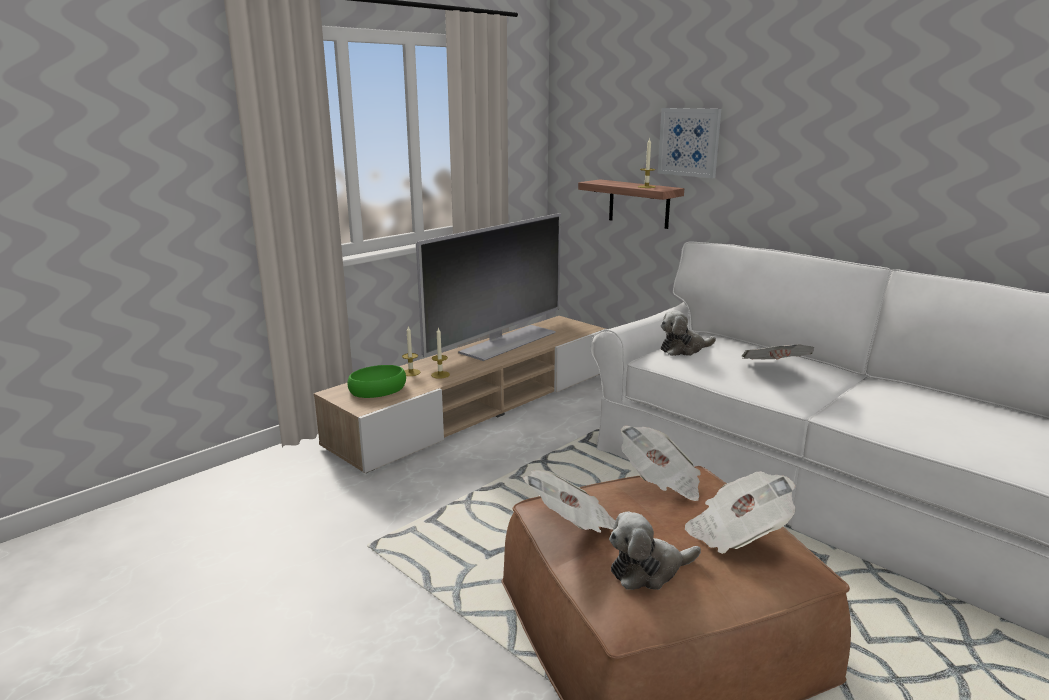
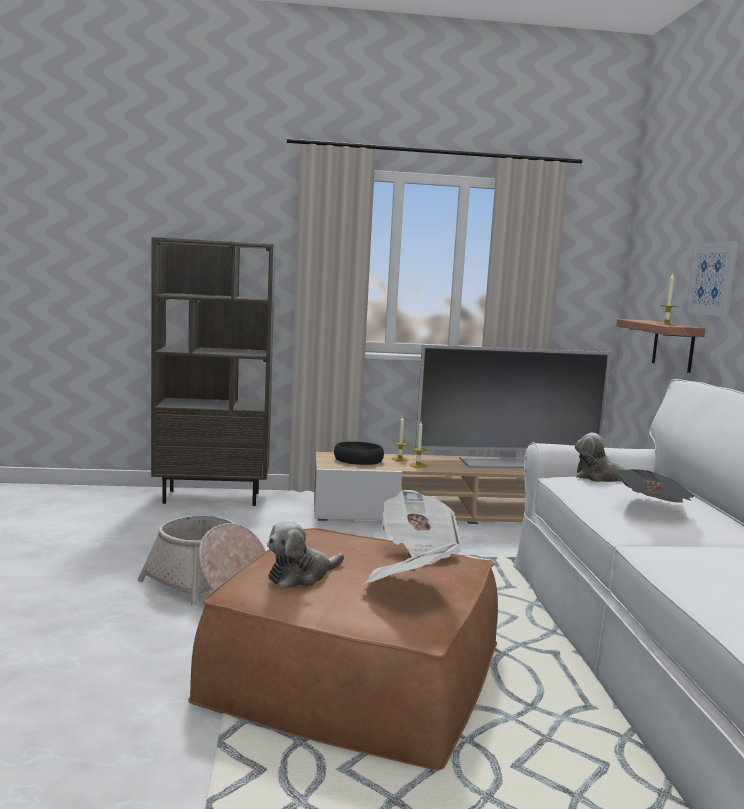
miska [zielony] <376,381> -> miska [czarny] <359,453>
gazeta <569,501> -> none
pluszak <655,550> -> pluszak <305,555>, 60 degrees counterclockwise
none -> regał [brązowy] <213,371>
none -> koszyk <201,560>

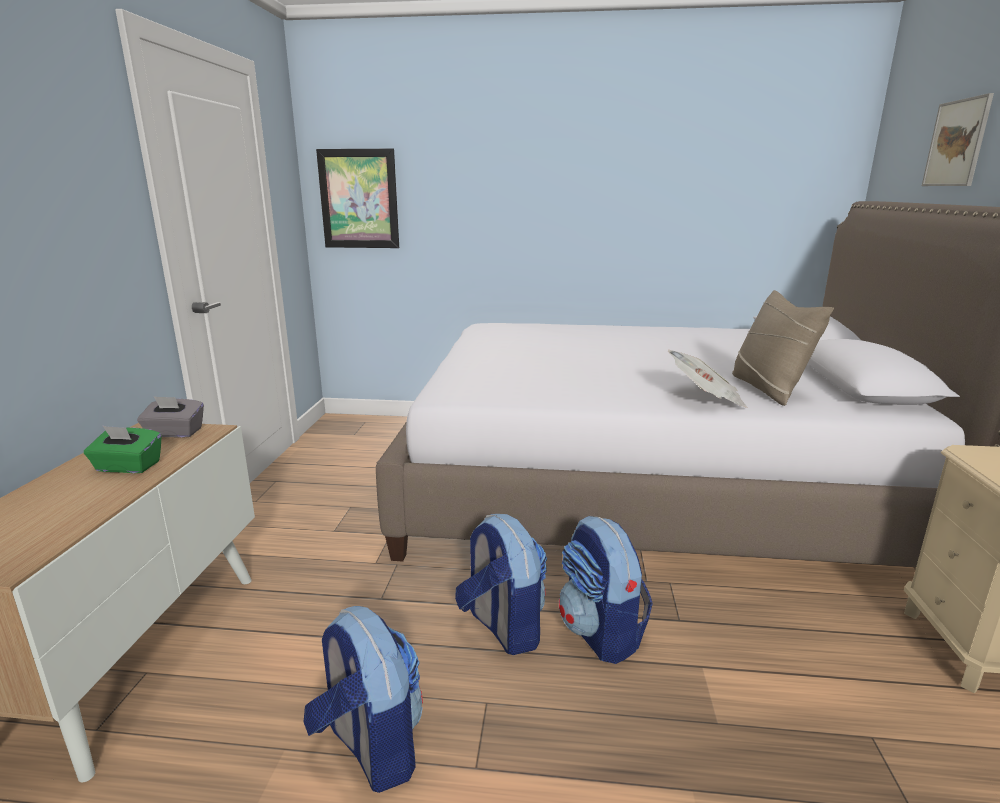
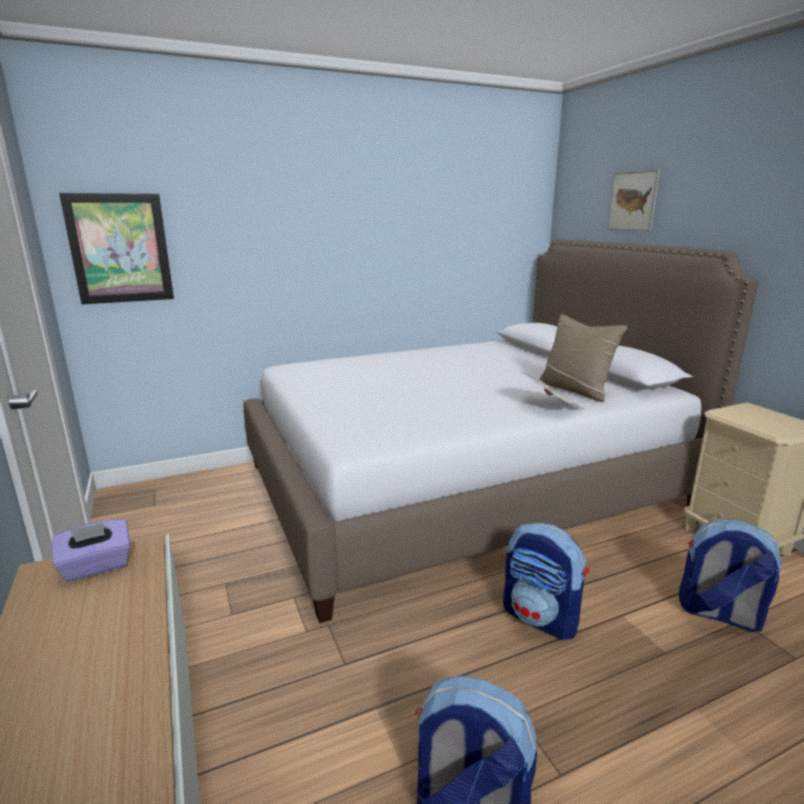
pudełko chusteczek [szary] <170,417> -> pudełko chusteczek [fioletowy] <91,550>
pudełko chusteczek [zielony] <123,449> -> none
plecak <501,584> -> plecak <730,575>, moved

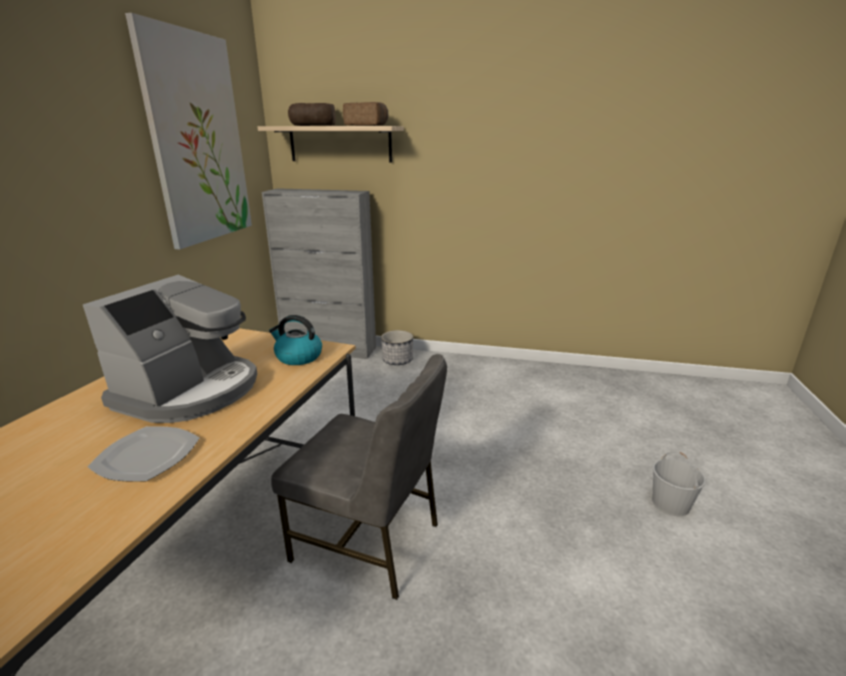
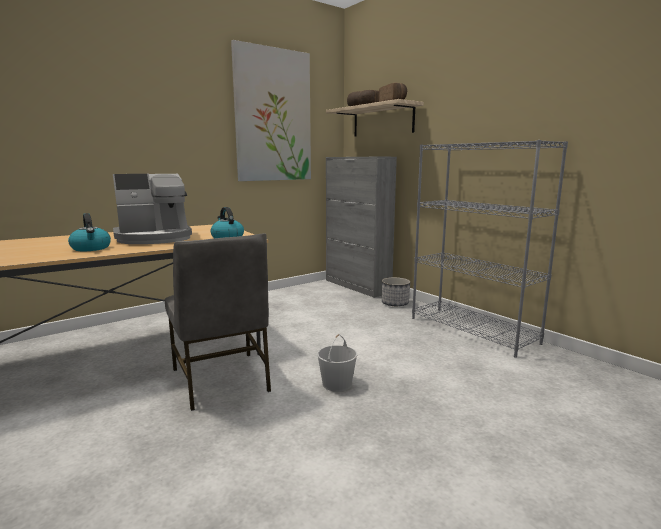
talerz <143,454> -> czajnik <89,232>
wiadro [biały] <679,484> -> wiadro [biały] <337,363>, moved
none -> regał [szary] <490,249>

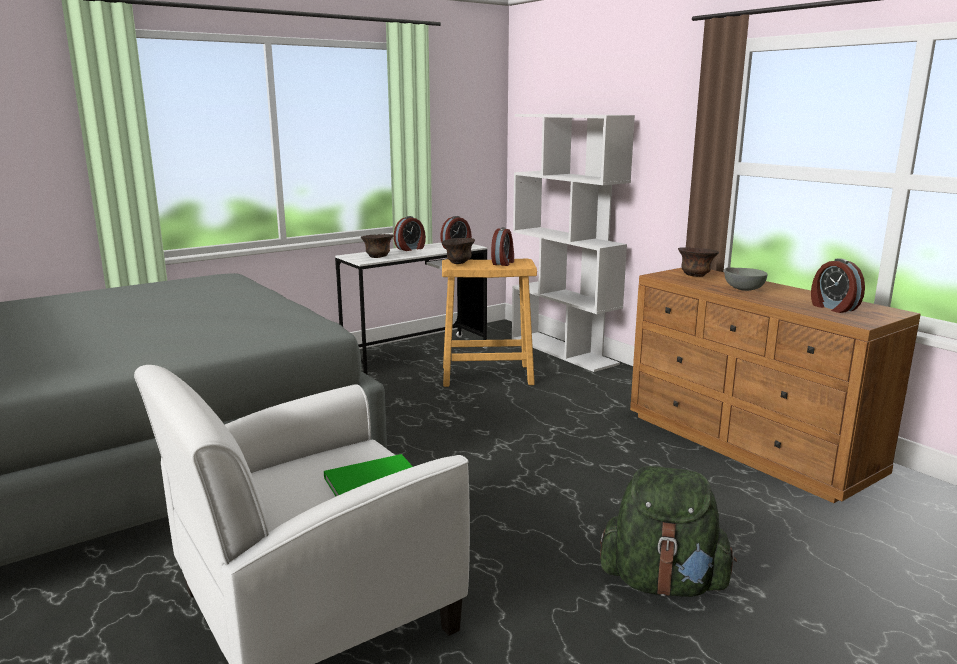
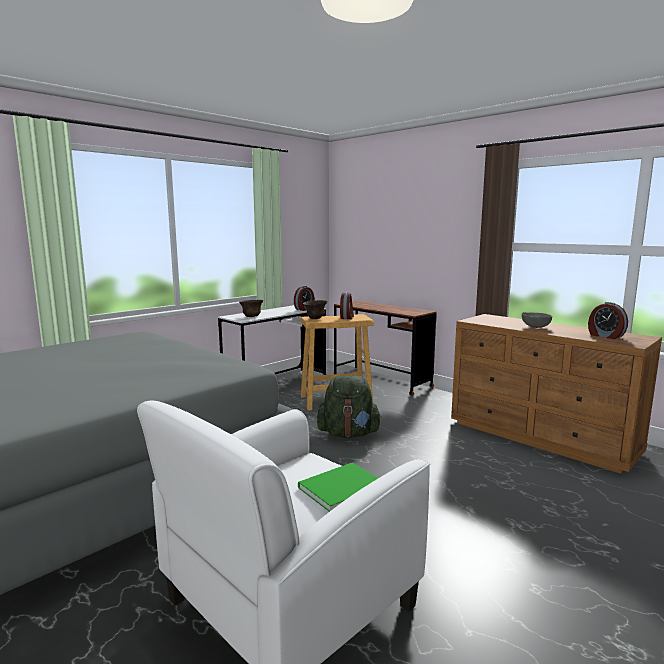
regał [biały] <573,243> -> biurko [brązowy] <385,348>
budzik <410,233> -> none
miska [brązowy] <698,262> -> none
plecak [zielony] <668,531> -> plecak [zielony] <349,407>, moved

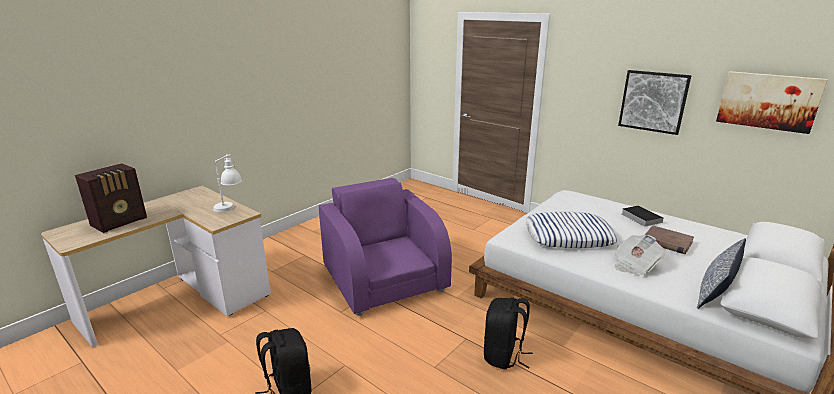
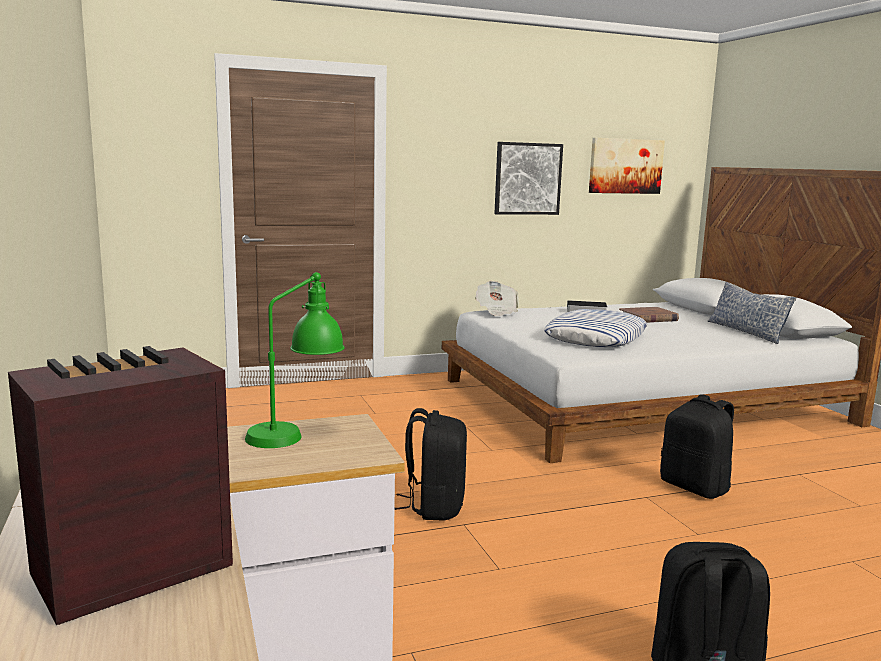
lampa stołowa [biały] <227,183> -> lampa stołowa [zielony] <295,360>
radio <111,198> -> radio <120,485>, 105 degrees counterclockwise
fotel [fioletowy] <385,247> -> plecak [czarny] <430,464>
gazeta <639,255> -> gazeta <497,298>, moved

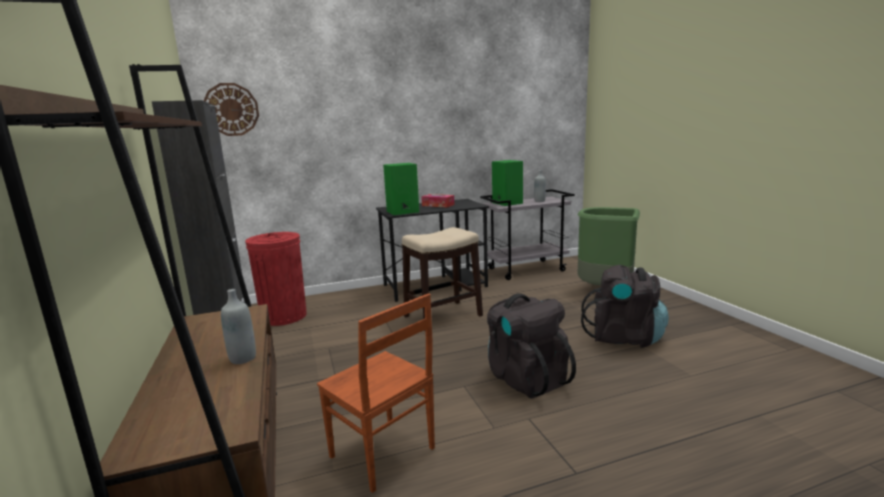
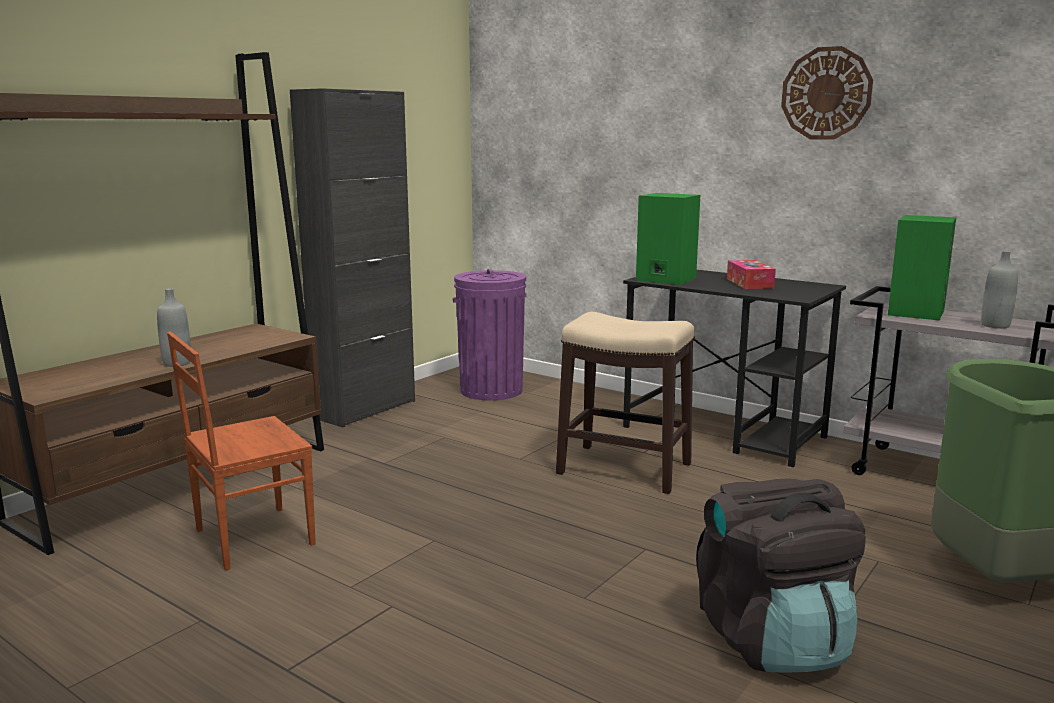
zegar ścienny <231,109> -> zegar ścienny <827,93>, moved
kosz na śmieci [czerwony] <276,279> -> kosz na śmieci [fioletowy] <490,335>
krzesło [brązowy] <376,393> -> krzesło [brązowy] <241,451>, 45 degrees clockwise
plecak [czarny] <531,345> -> none

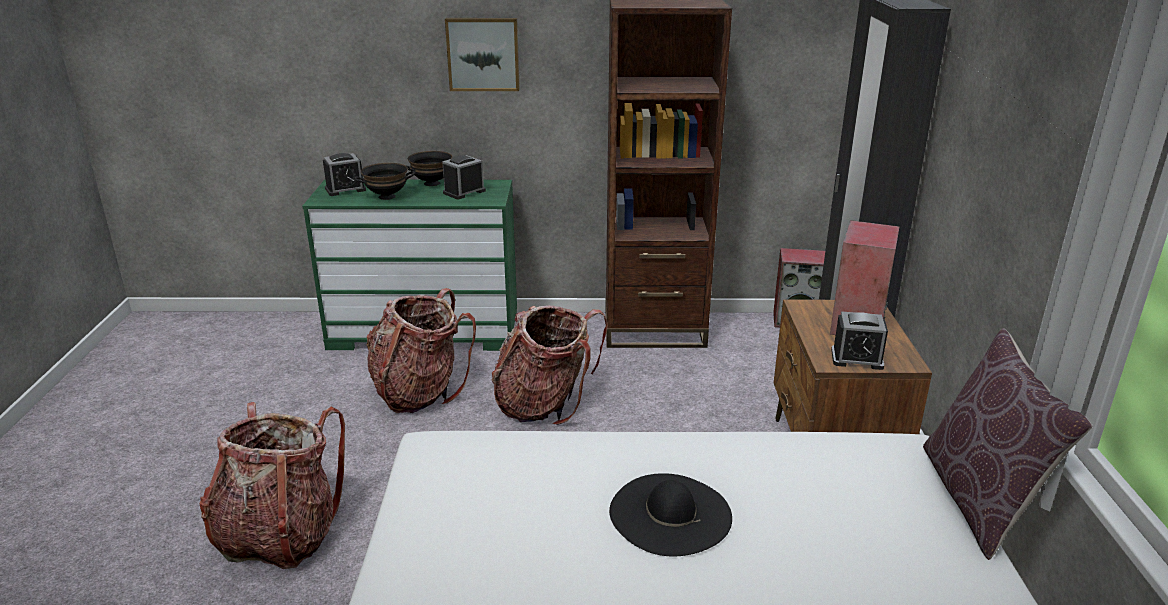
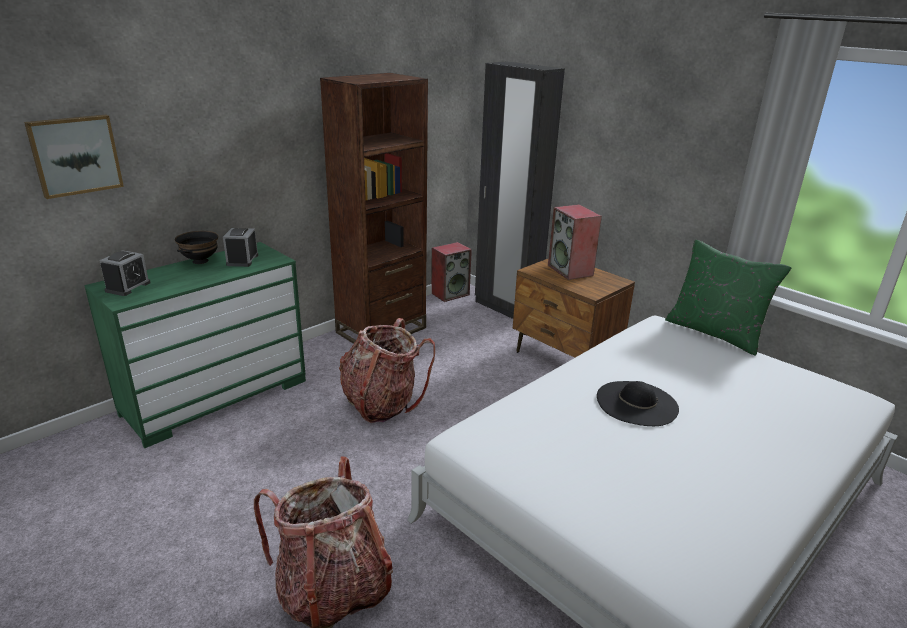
obraz <482,54> -> obraz <74,157>, moved
miska [czarny] <384,181> -> none
plecak <421,350> -> none
budzik <859,340> -> none
poduszka [brązowy] <1007,444> -> poduszka [zielony] <728,298>

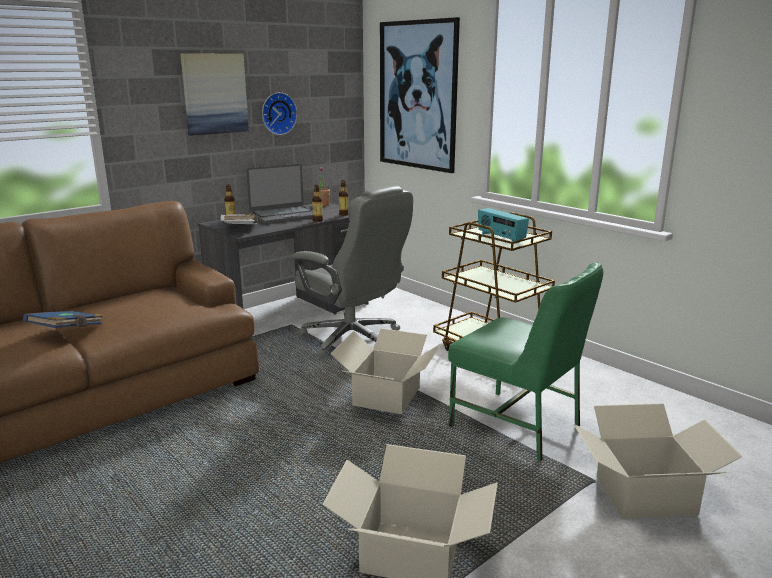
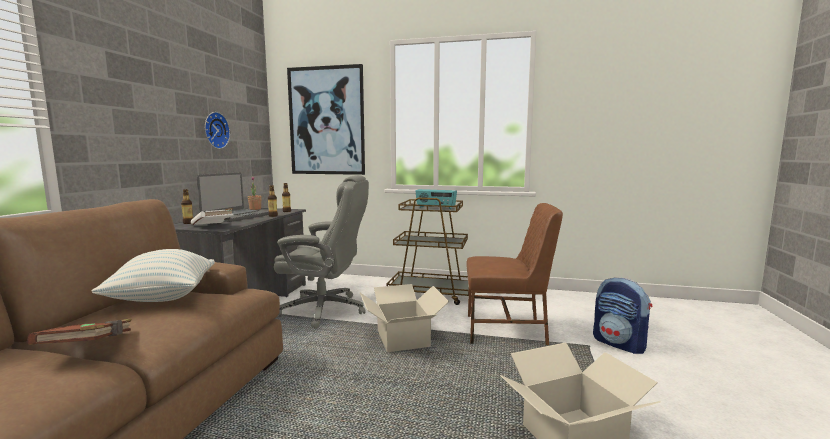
obraz <214,94> -> none
krzesło [zielony] <525,361> -> krzesło [brązowy] <514,274>
książka [niebieski] <63,319> -> książka [brązowy] <79,332>
karton <658,461> -> plecak <622,315>
none -> poduszka <153,275>

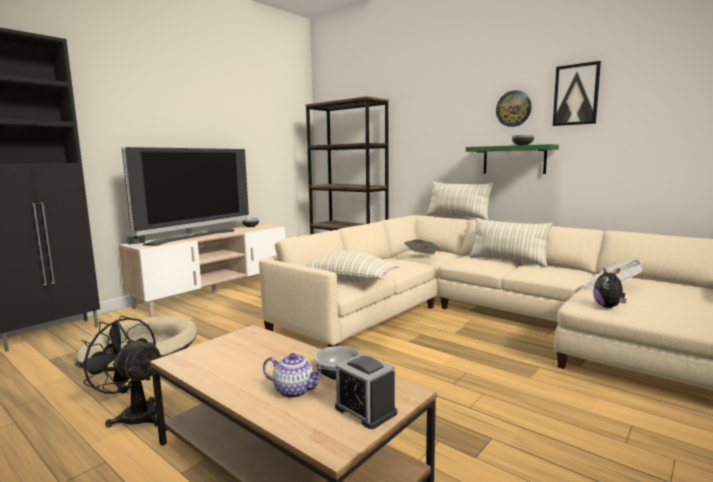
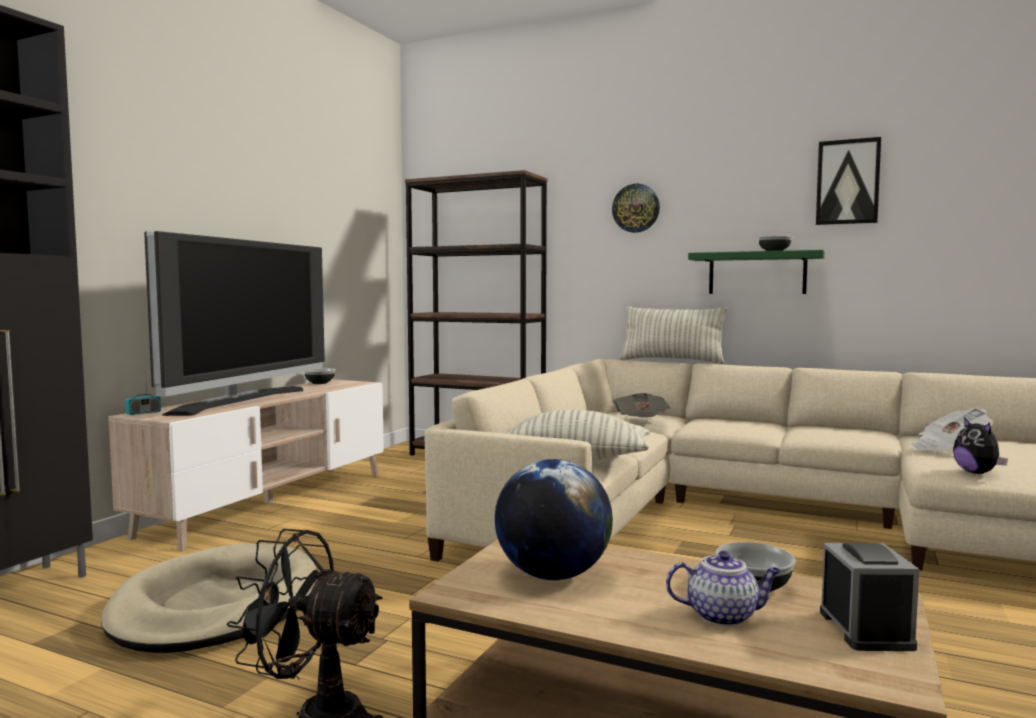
zegar ścienny <514,108> -> zegar ścienny <636,208>, moved
poduszka <511,242> -> none
budzik <366,391> -> budzik <869,597>, 120 degrees counterclockwise
none -> globus <554,519>

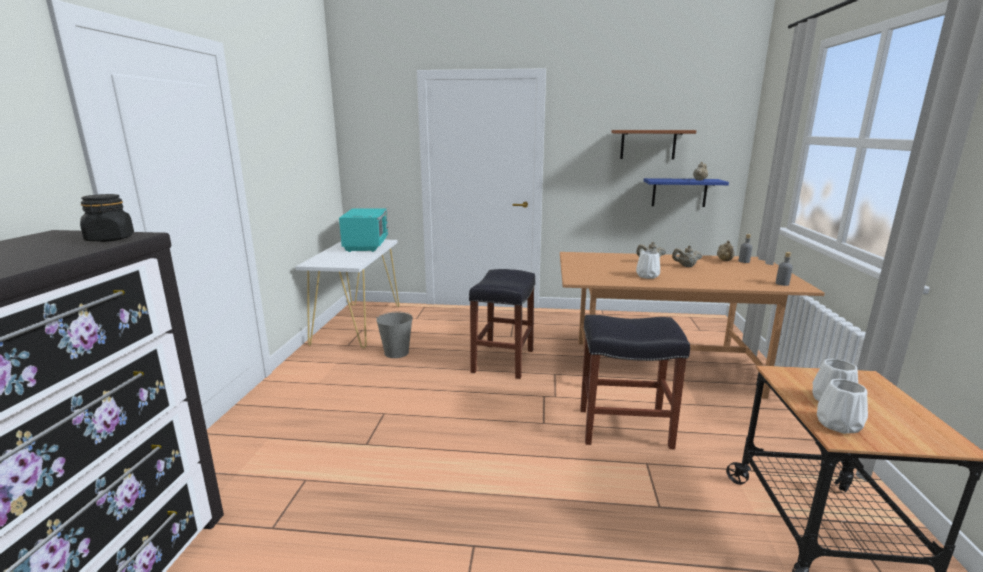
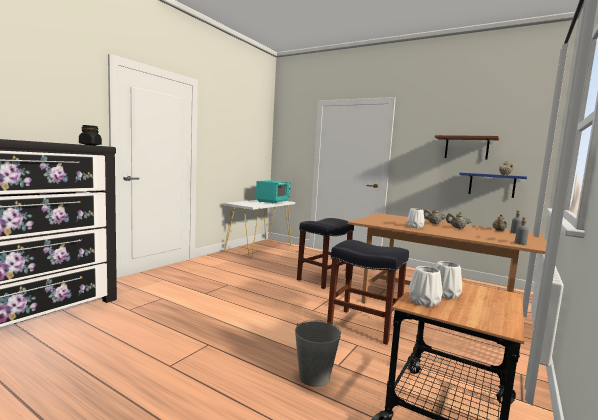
wiadro [szary] <394,335> -> wiadro [szary] <318,353>, moved

